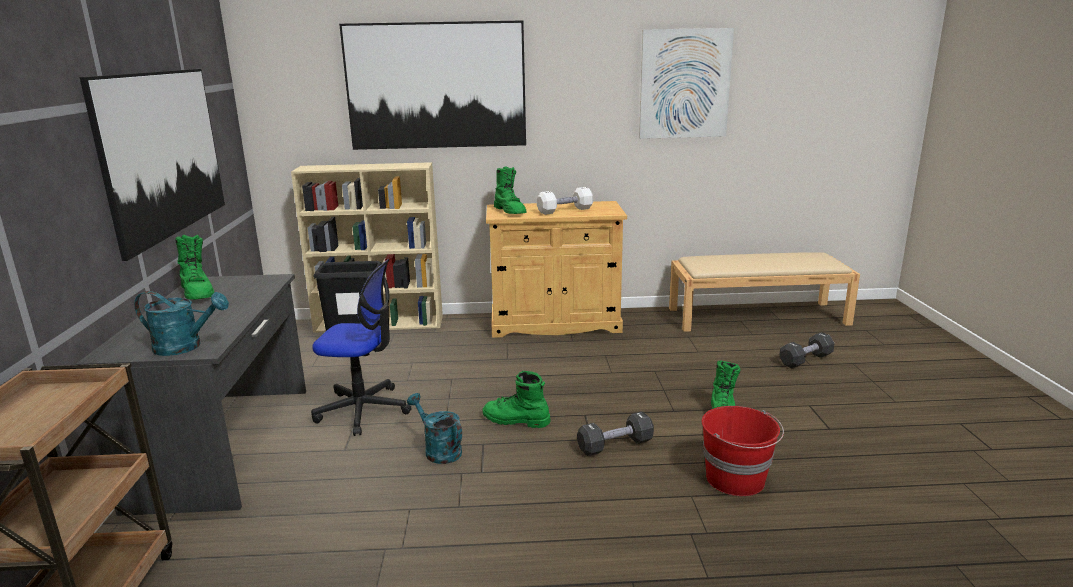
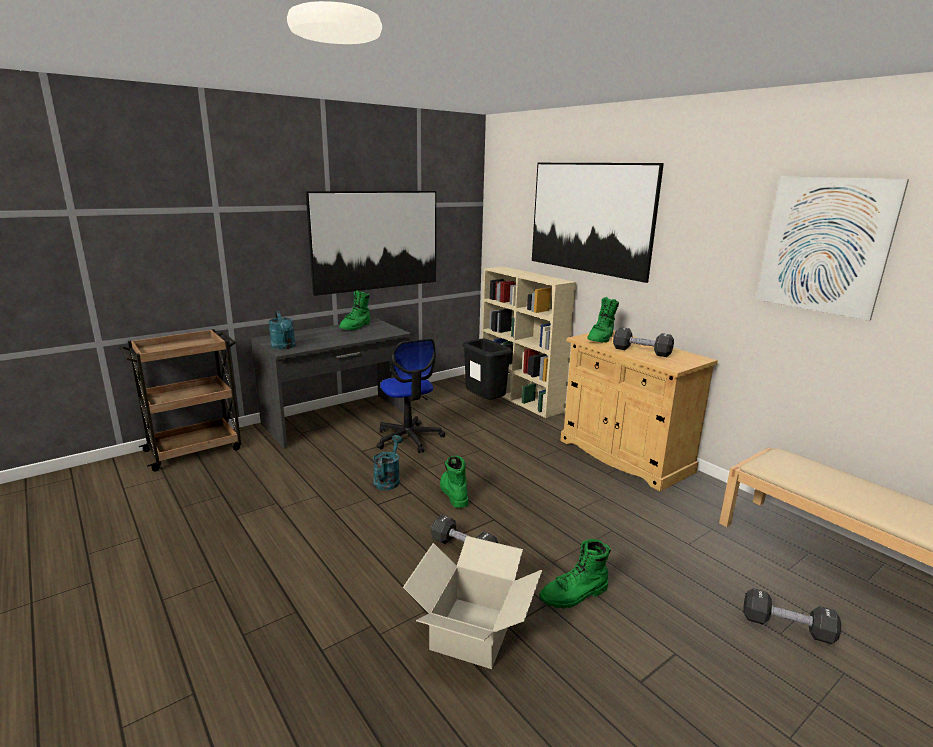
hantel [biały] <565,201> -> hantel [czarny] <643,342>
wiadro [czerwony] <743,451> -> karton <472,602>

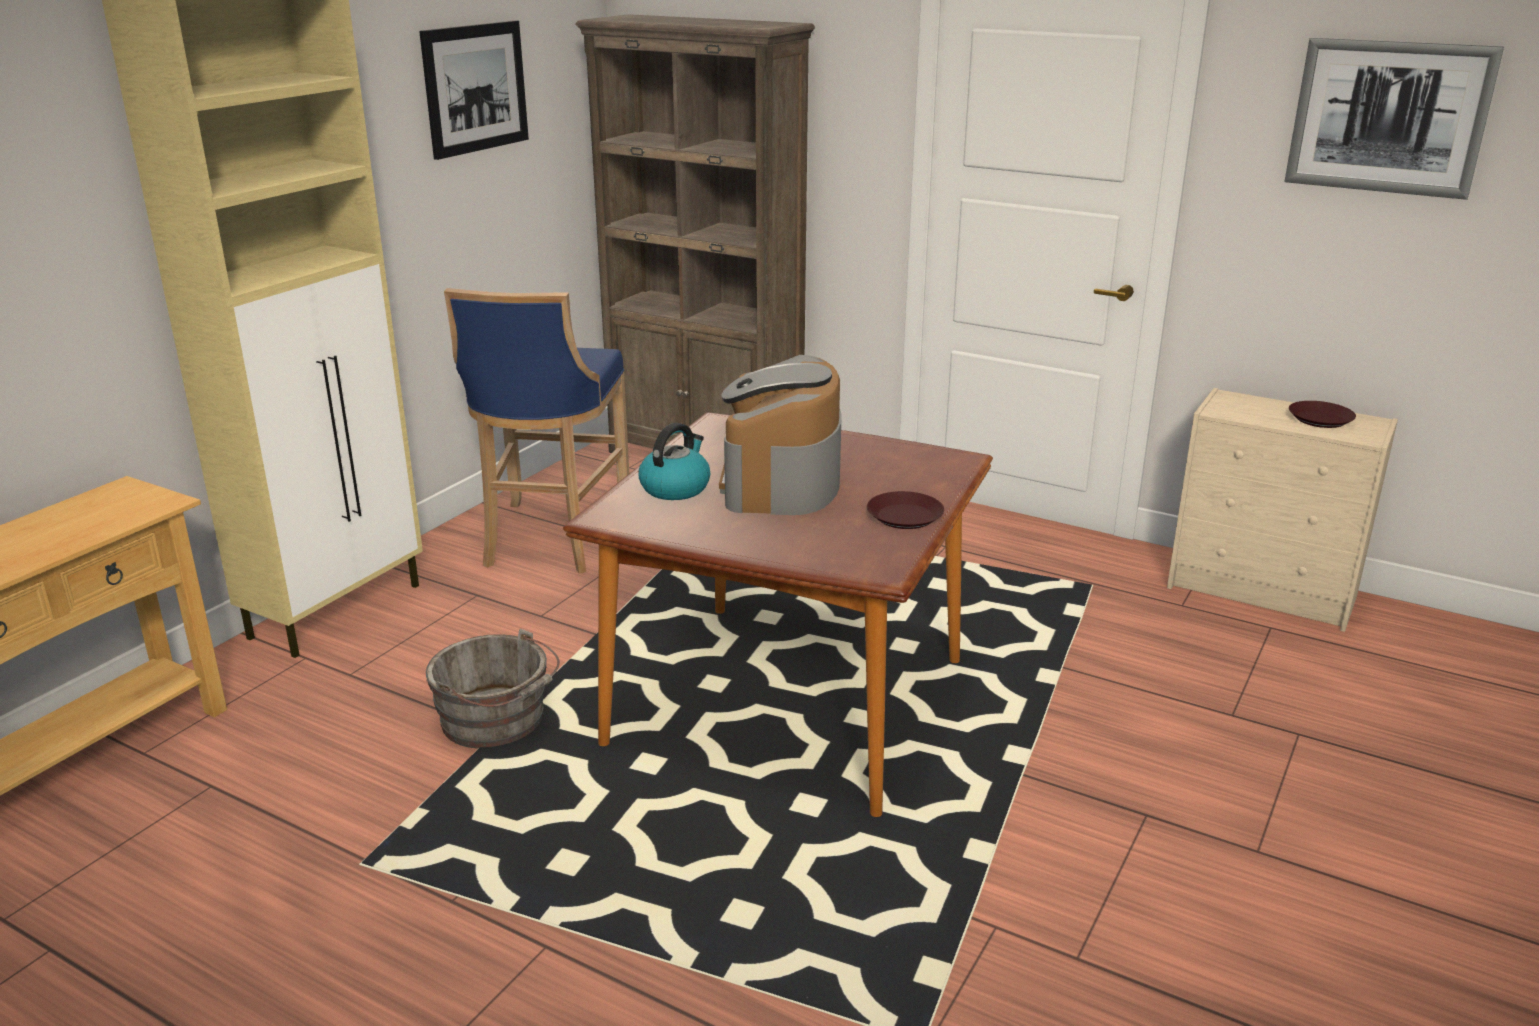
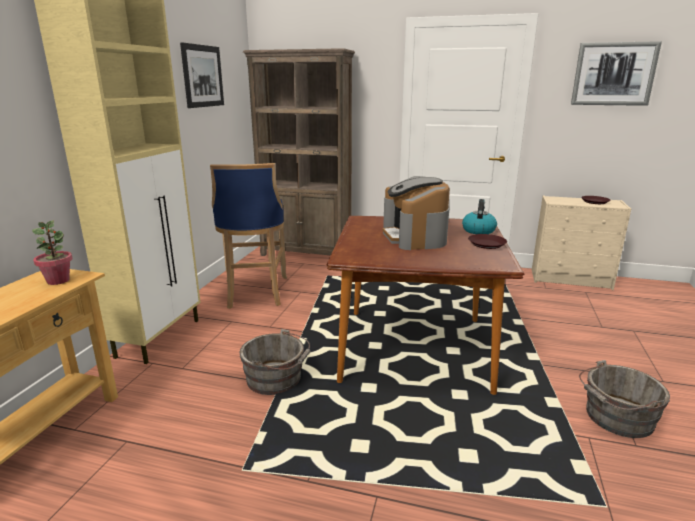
czajnik <674,461> -> czajnik <479,216>, moved
none -> roślina doniczkowa <52,253>
none -> wiadro [szary] <624,399>

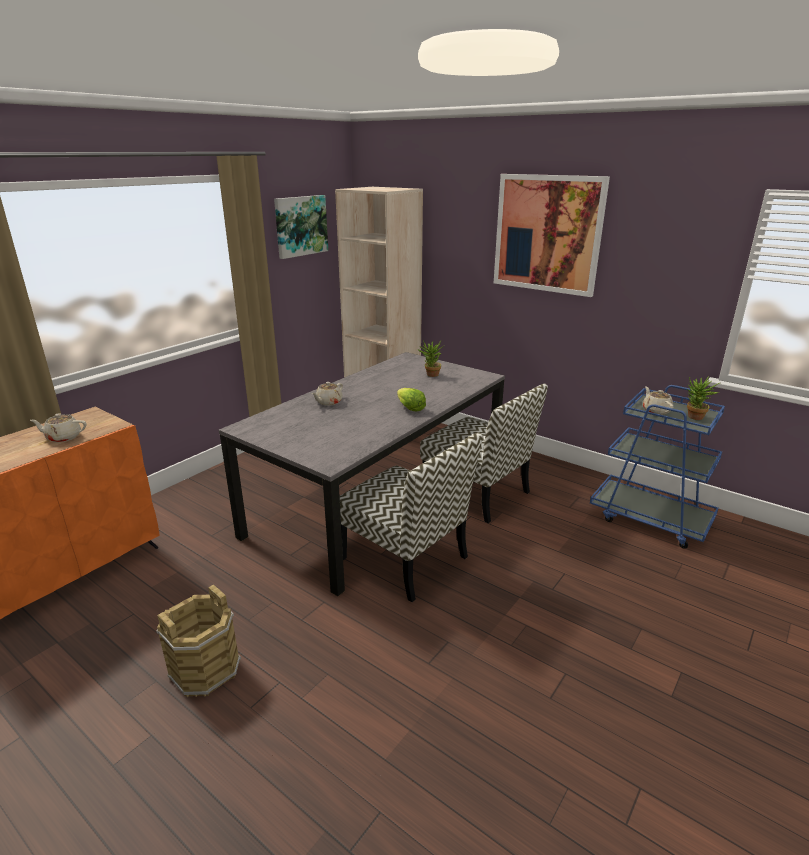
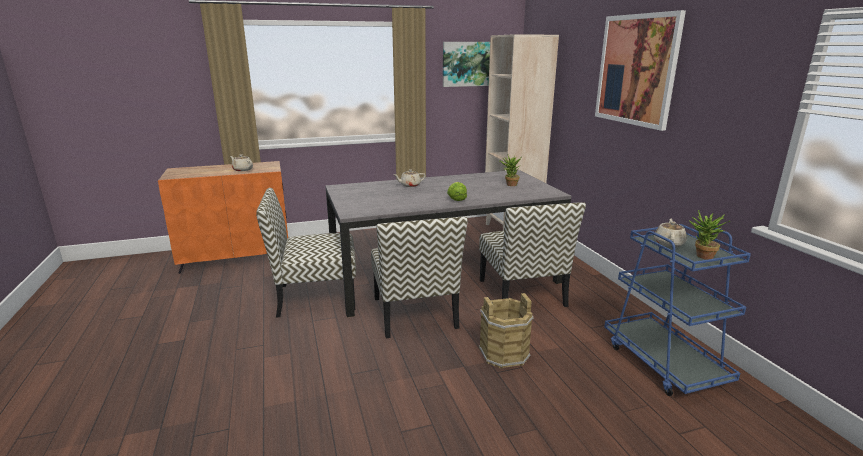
wiadro [brązowy] <198,640> -> wiadro [brązowy] <506,331>, moved
none -> krzesło <306,253>

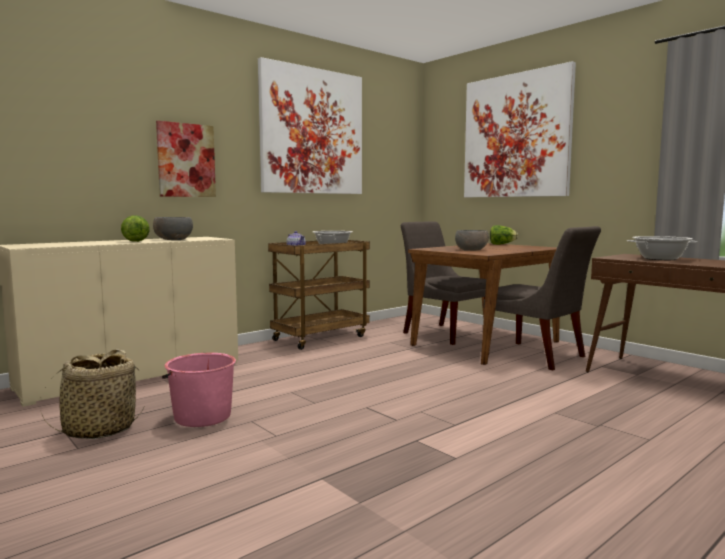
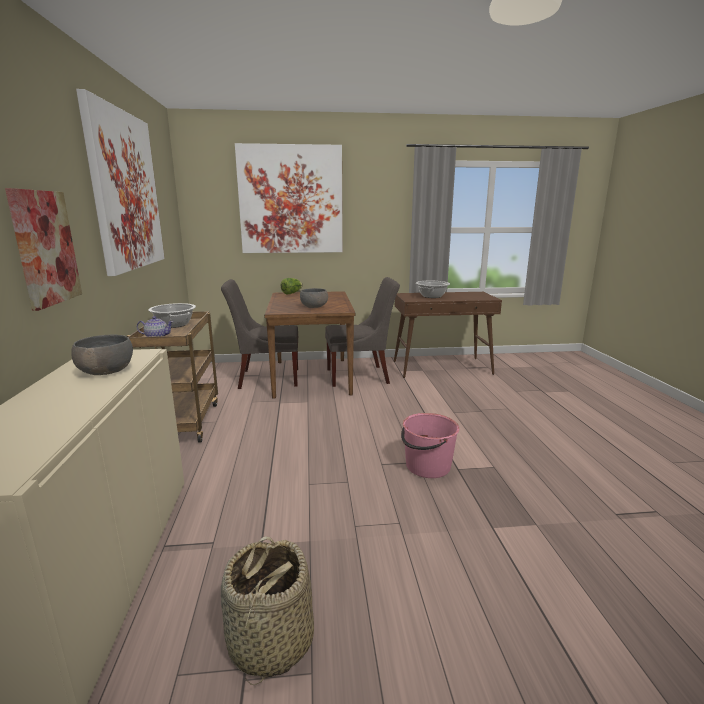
sałata <135,228> -> none
wiadro [różowy] <199,390> -> wiadro [różowy] <430,445>, moved

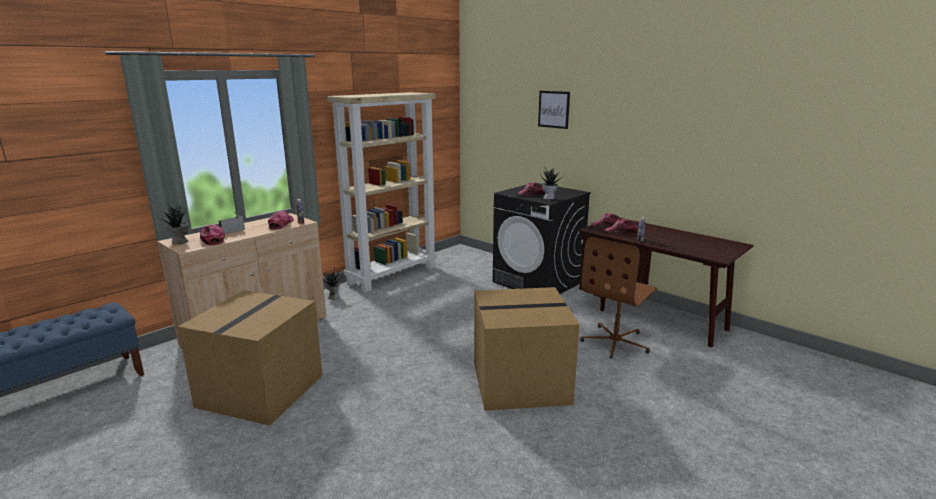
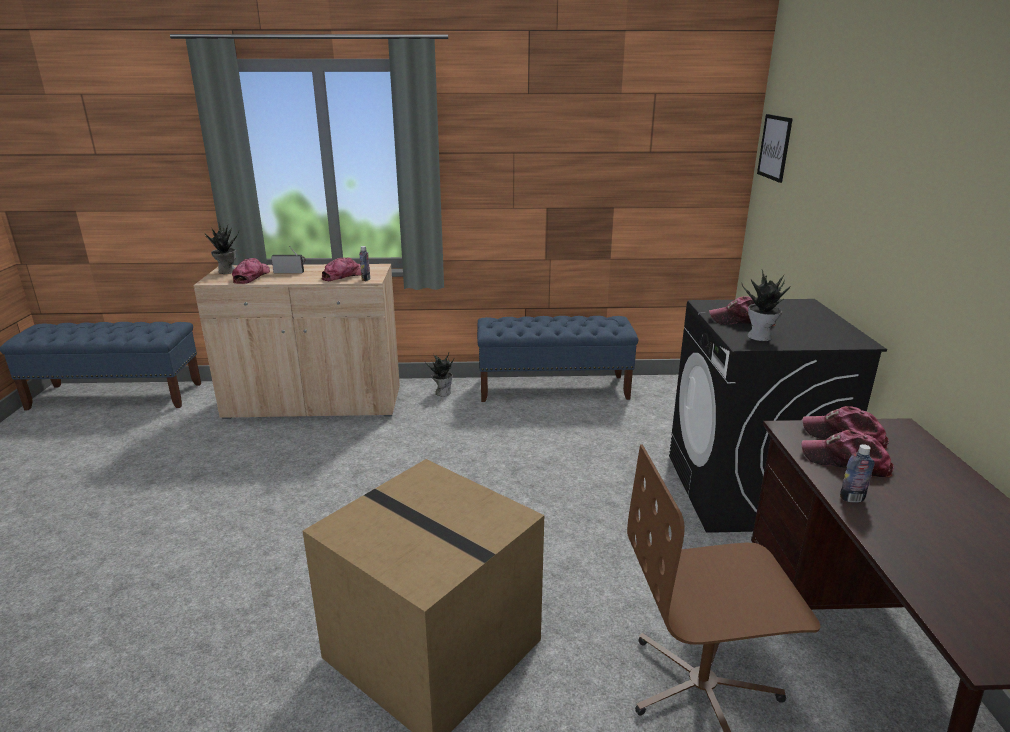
obraz <554,110> -> obraz <775,148>, moved
regał [beżowy] <382,192> -> ławka [niebieski] <558,359>
karton <250,358> -> none

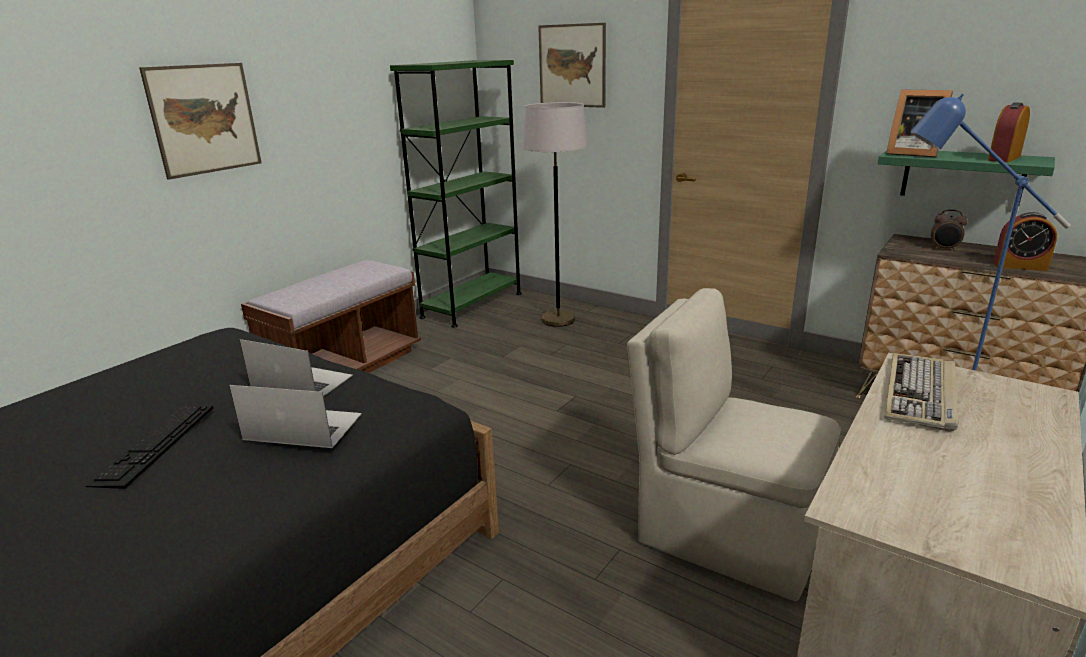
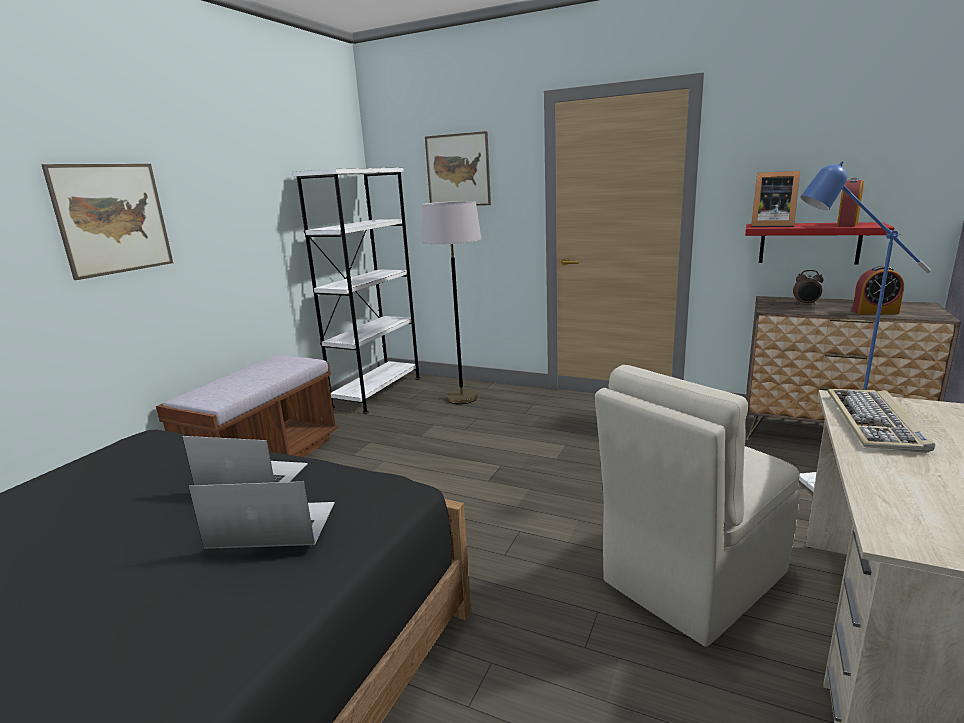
regał [zielony] <456,194> -> regał [biały] <356,290>
półka [zielony] <966,177> -> półka [czerwony] <819,243>
krzesło [beżowy] <734,444> -> krzesło [beżowy] <697,506>, 60 degrees counterclockwise
klawiatura <149,447> -> none

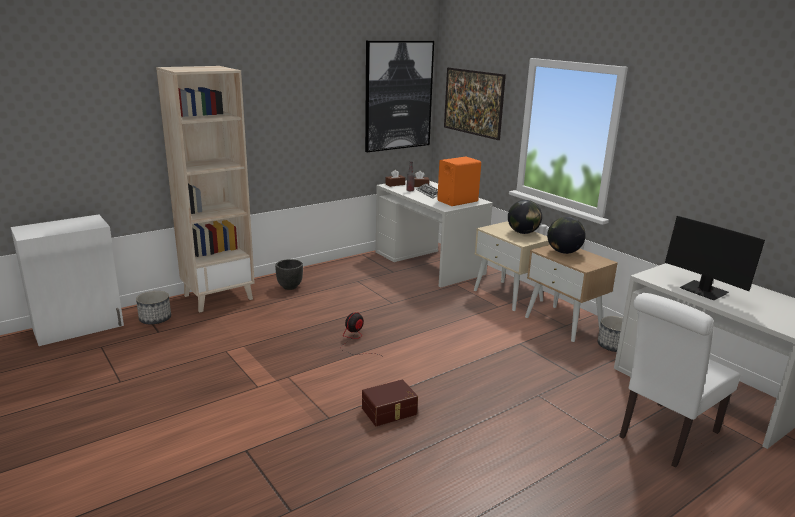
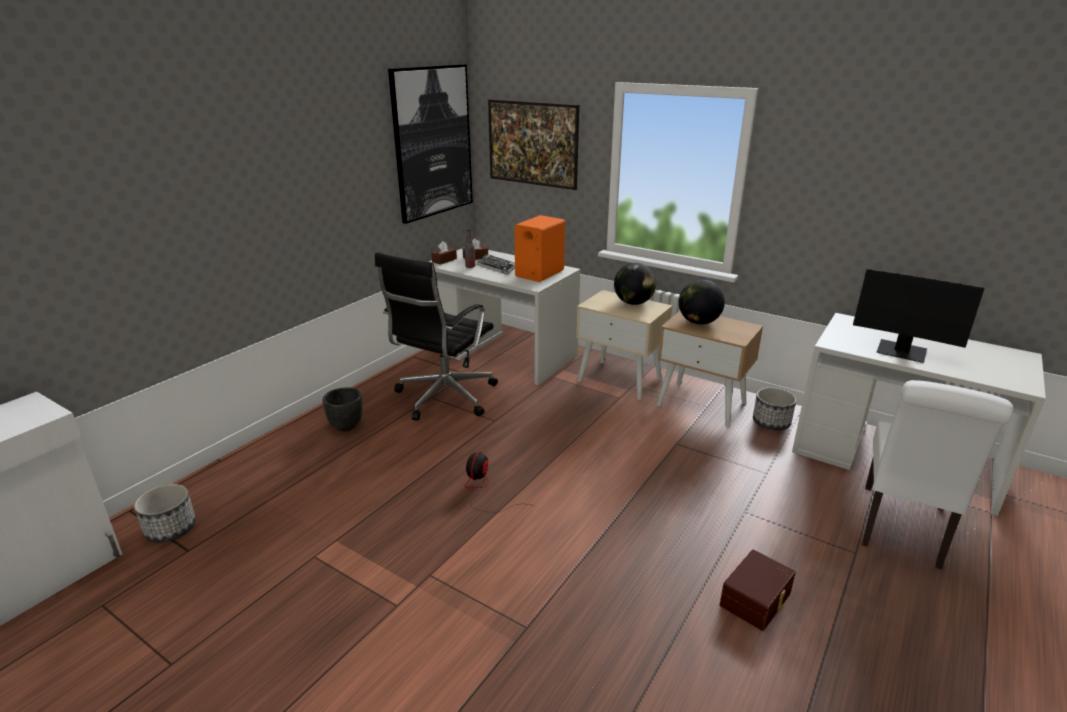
regał [beżowy] <205,189> -> none
pojemnik do przechowywania [brązowy] <390,403> -> pojemnik do przechowywania [brązowy] <758,590>, moved
none -> krzesło biurowe [czarny] <436,336>

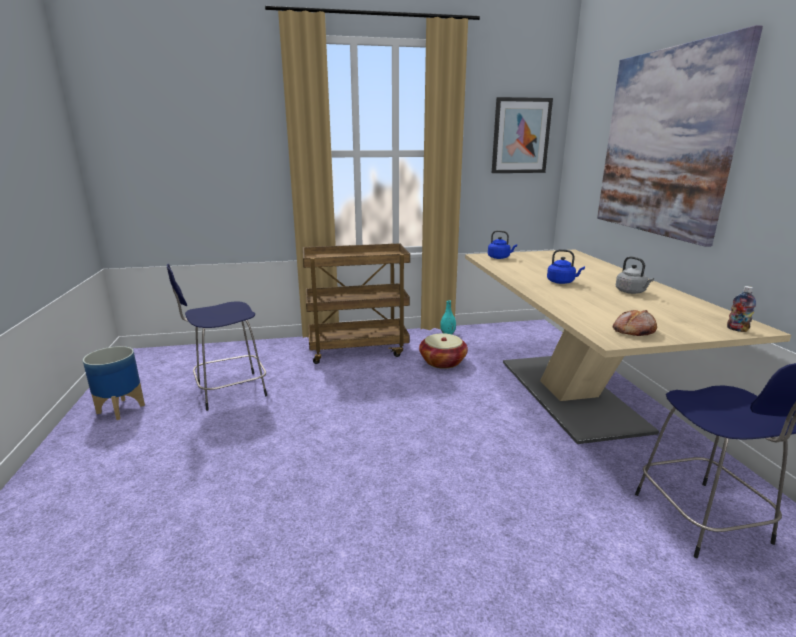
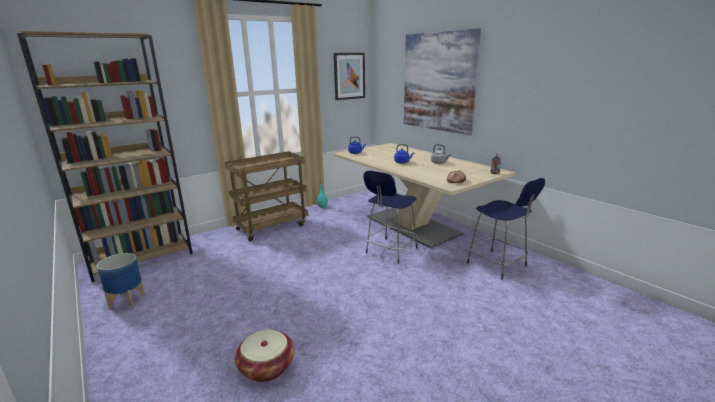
stołek [niebieski] <217,337> -> stołek [niebieski] <390,217>, moved
koszyk <443,351> -> koszyk <265,356>, moved
none -> regał [brązowy] <105,156>

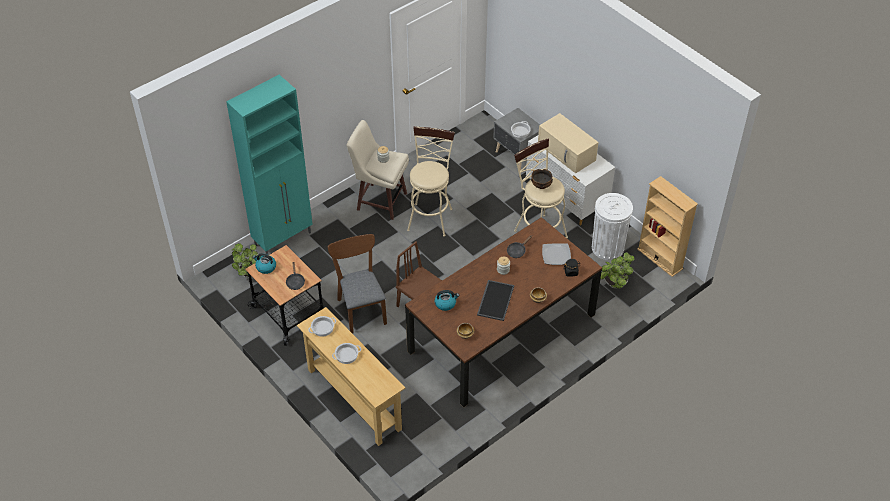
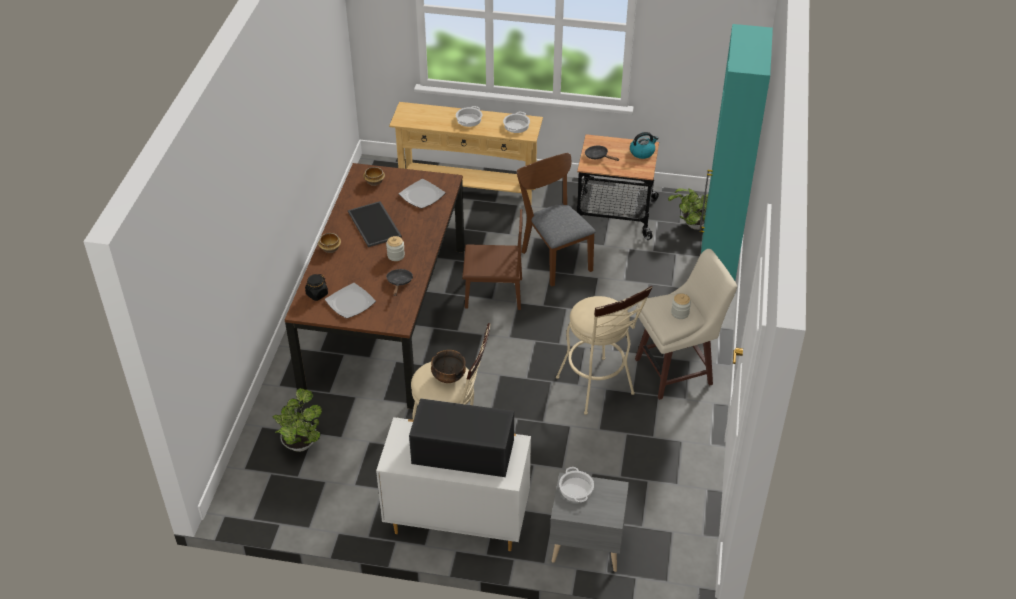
mikrofalówka [beżowy] <568,143> -> mikrofalówka [czarny] <461,437>
regał [beżowy] <667,226> -> none
kosz na śmieci [biały] <612,226> -> none
krzesło [brązowy] <357,283> -> krzesło [brązowy] <556,219>, 150 degrees counterclockwise
czajnik <447,300> -> talerz <422,193>

